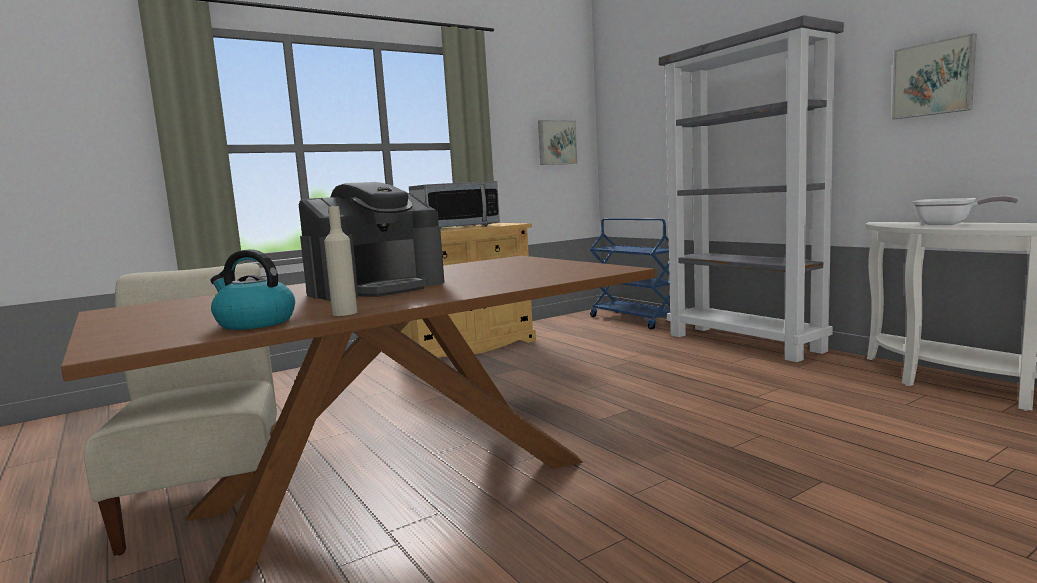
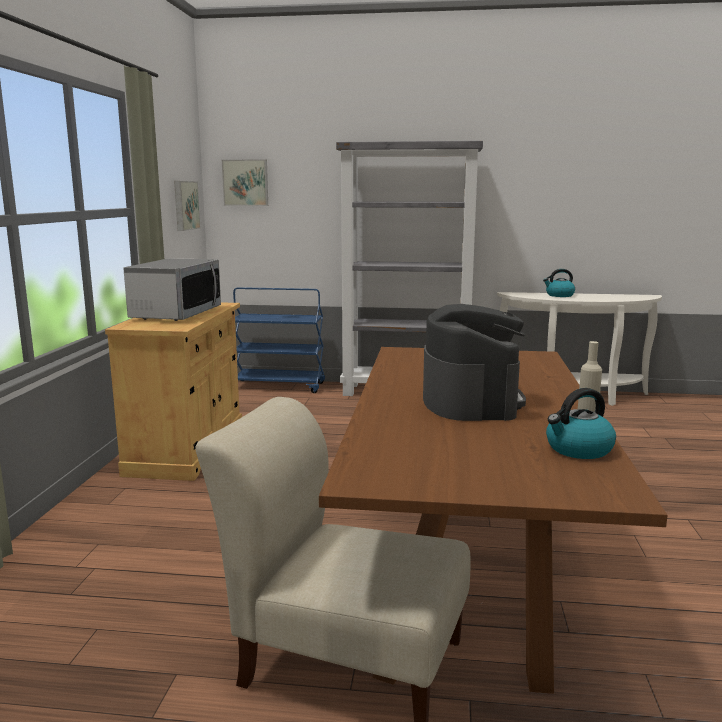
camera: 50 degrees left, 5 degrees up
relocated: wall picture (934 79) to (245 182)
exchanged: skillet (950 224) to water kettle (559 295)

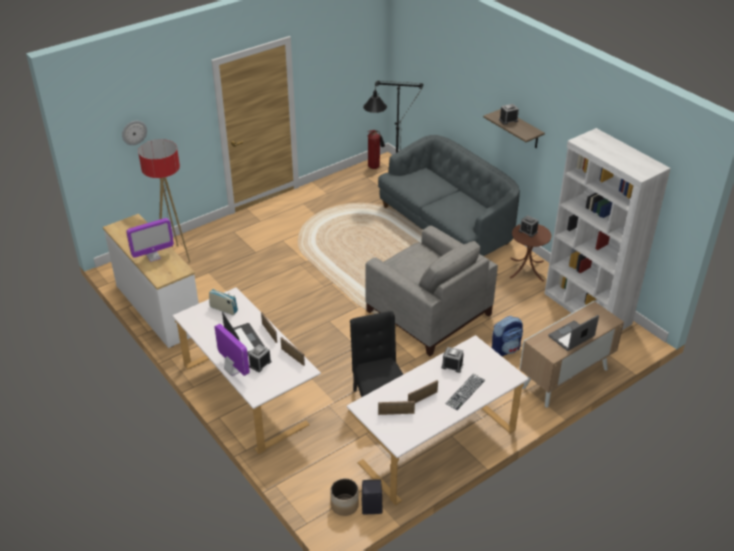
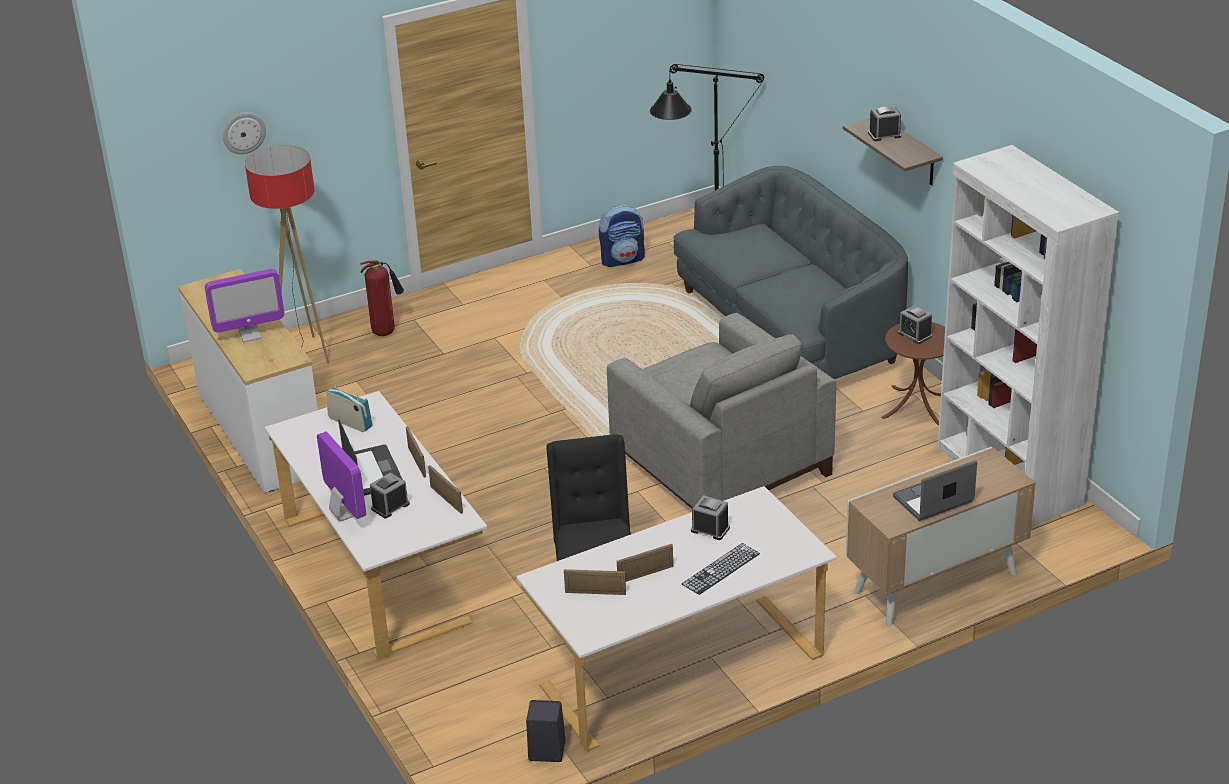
camera: 10 degrees right, 5 degrees down
missing: planter (344 505)
relocated: fire extinguisher (374 166) to (386 331); knapsack (505 349) to (622 260)

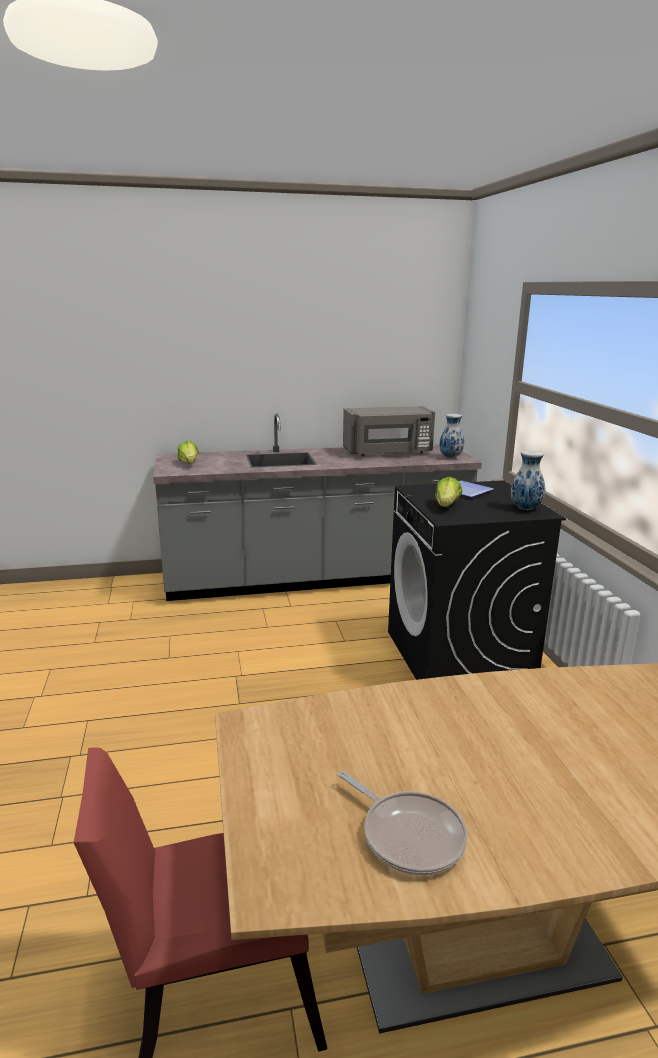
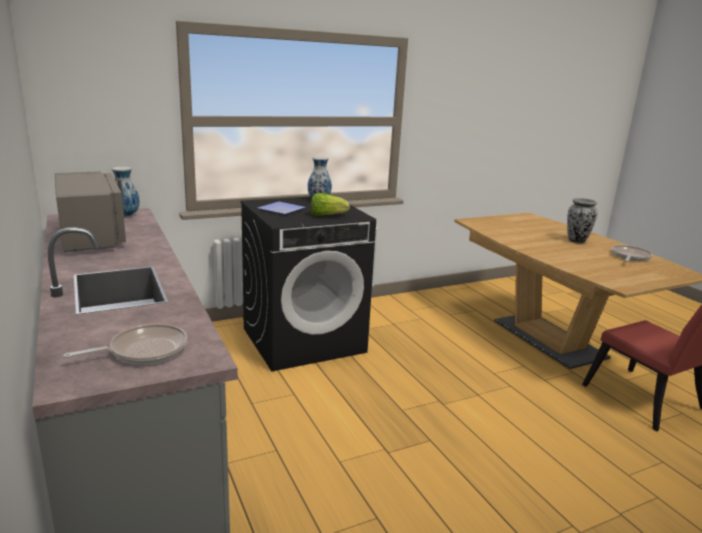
camera: 105 degrees left, 0 degrees up
appeared: vase (577 241)
exchanged: lettuce head (189 464) to skillet (144 351)

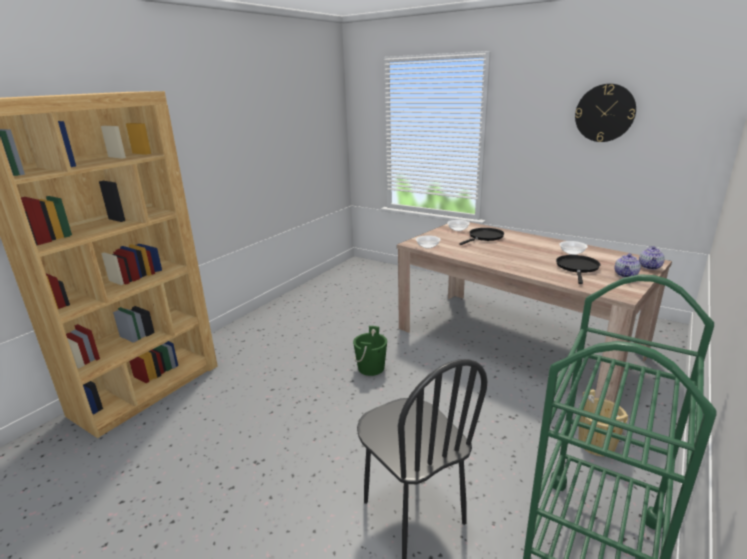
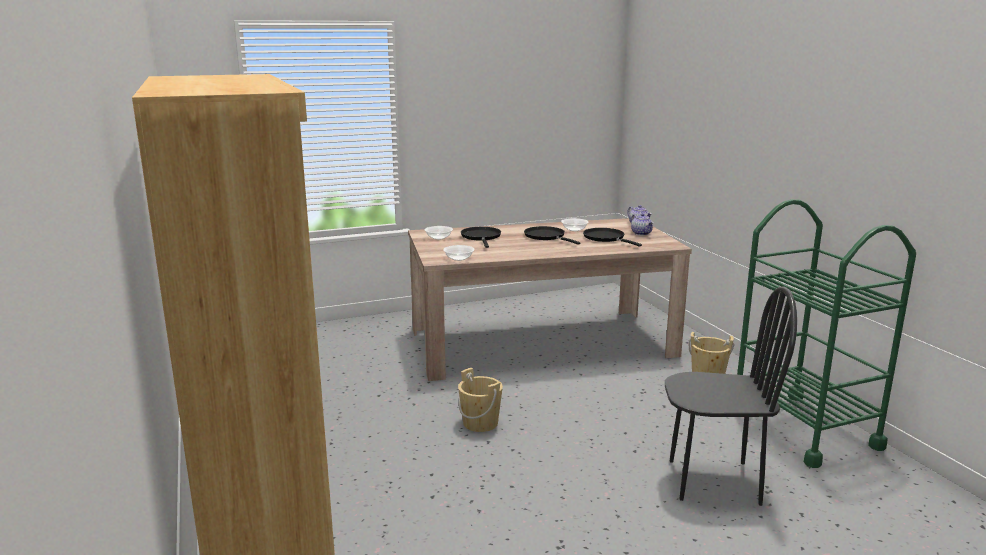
camera: 55 degrees left, 5 degrees down
missing: hanging clock (604 113)
appeared: black skillet (546 237)
colour: green-coloured water bucket (371 368) to beige water bucket (480 423)

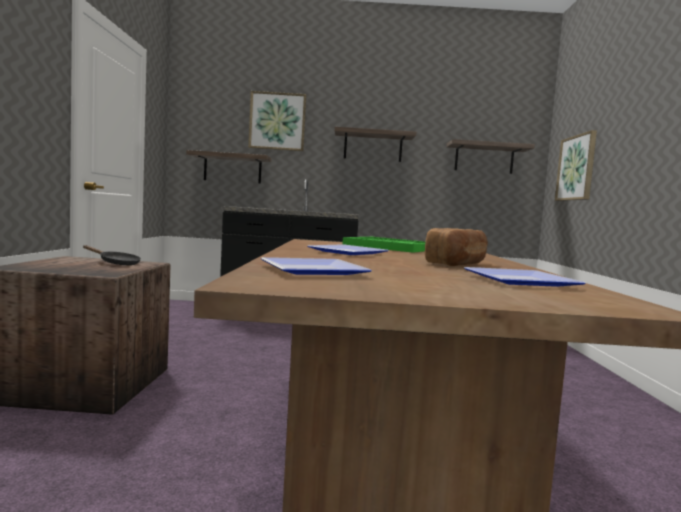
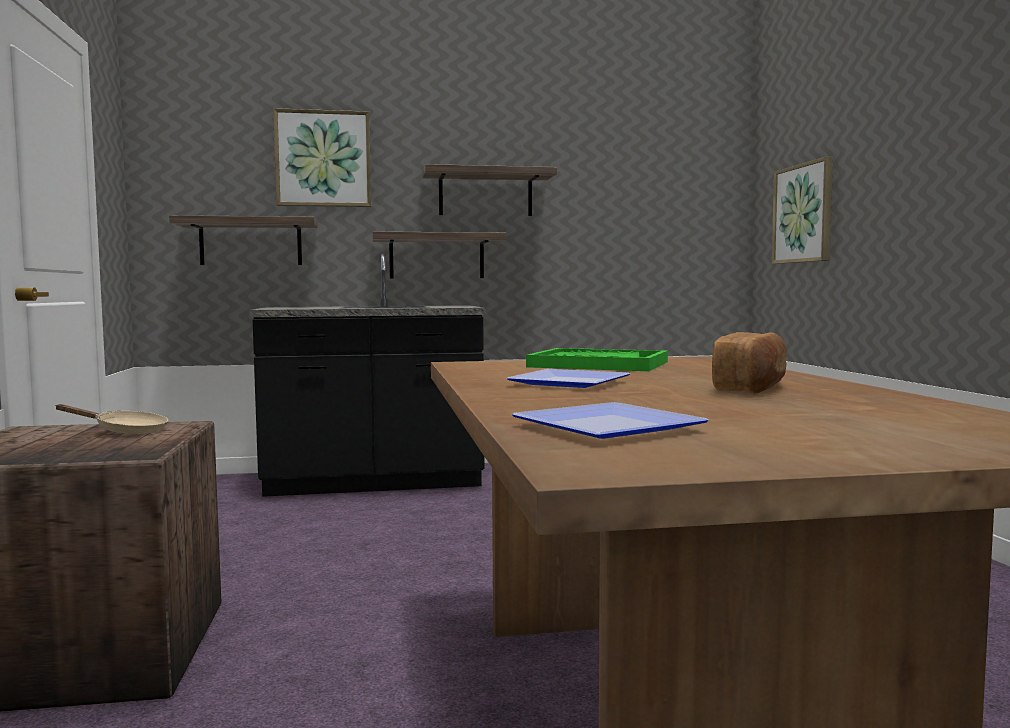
camera: 10 degrees left, 0 degrees up
missing: dinner plate (524 282)
relocated: wall shelf (484 158) to (436 256)
colour: black skillet (116 263) to beige skillet (125 431)

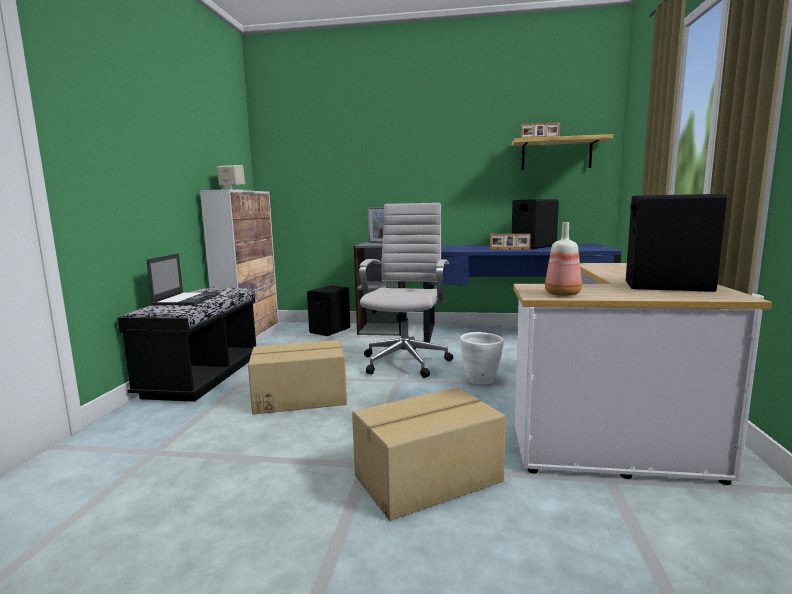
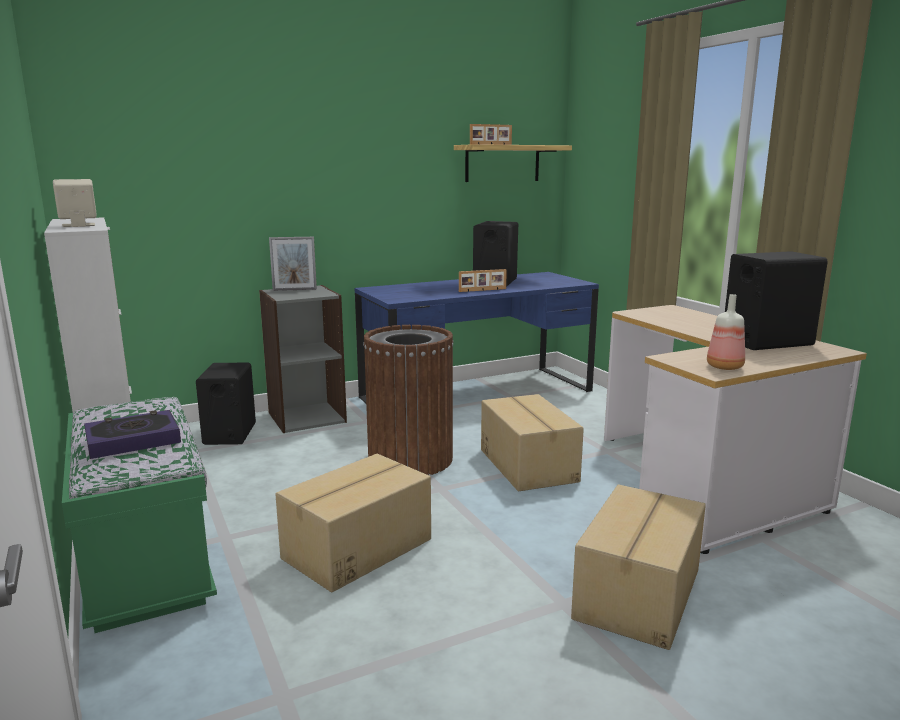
camera: 35 degrees left, 5 degrees up
exchanged: whitish computer chair (406 361) to brownish rubbish bin (410 459); notebook computer (187 299) to bound book (133 440); whitish planter (481 381) to packing box (529 465)
colour: black bench (202 377) to green-coloured bench (145 563)

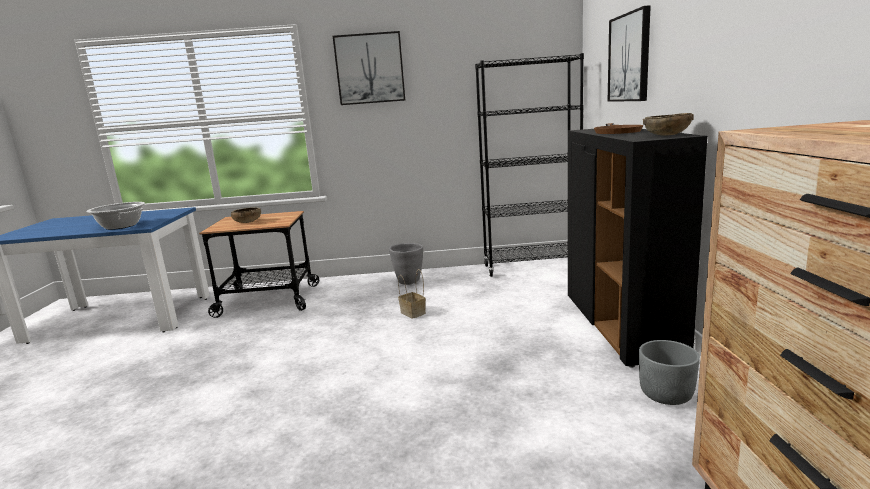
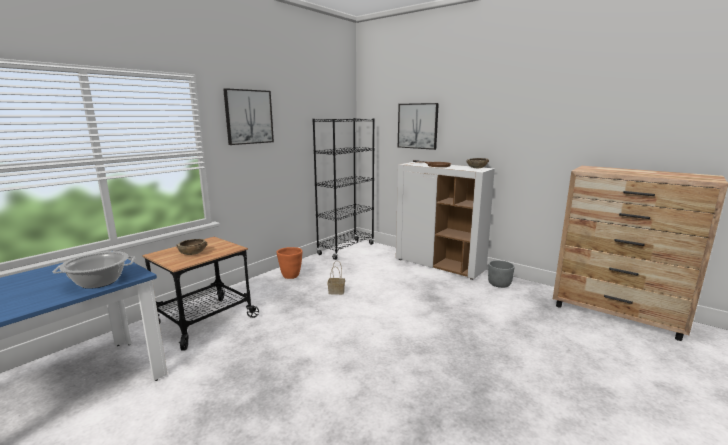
camera: 50 degrees left, 0 degrees up
colour: black cupboard (621 326) to whitish cupboard (440 265); gray planter (409 281) to orangey planter (290 276)

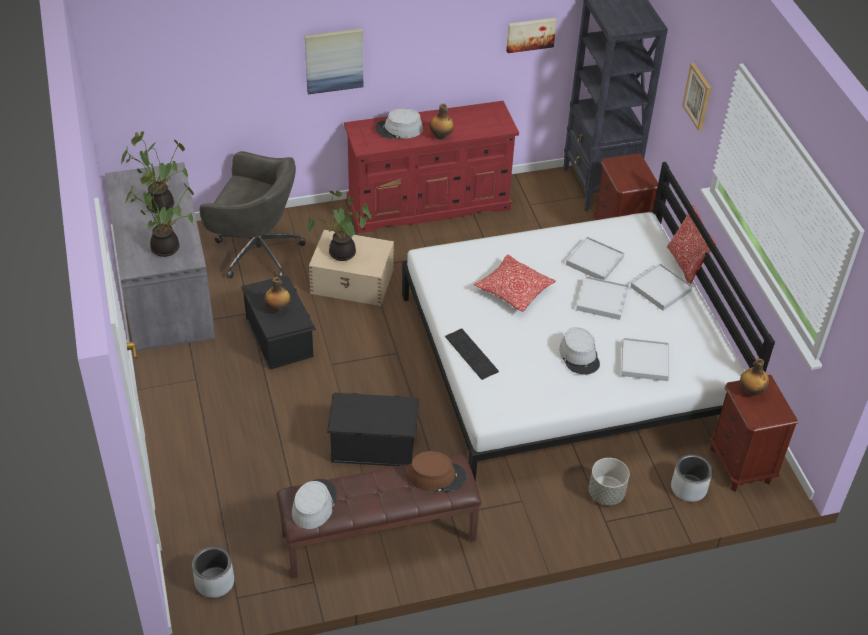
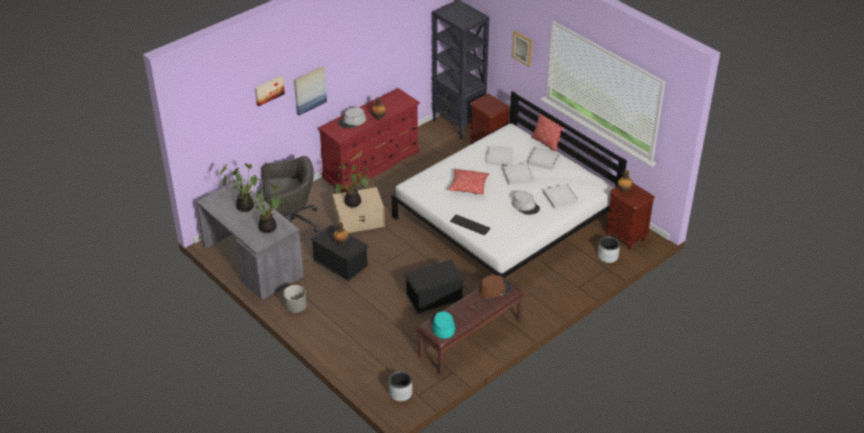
camera: 25 degrees left, 5 degrees down
relocated: wall picture (530 34) to (269 90); gray planter (606 494) to (295 307)
colour: gray clothing hat (314 504) to turquoise clothing hat (442 325)

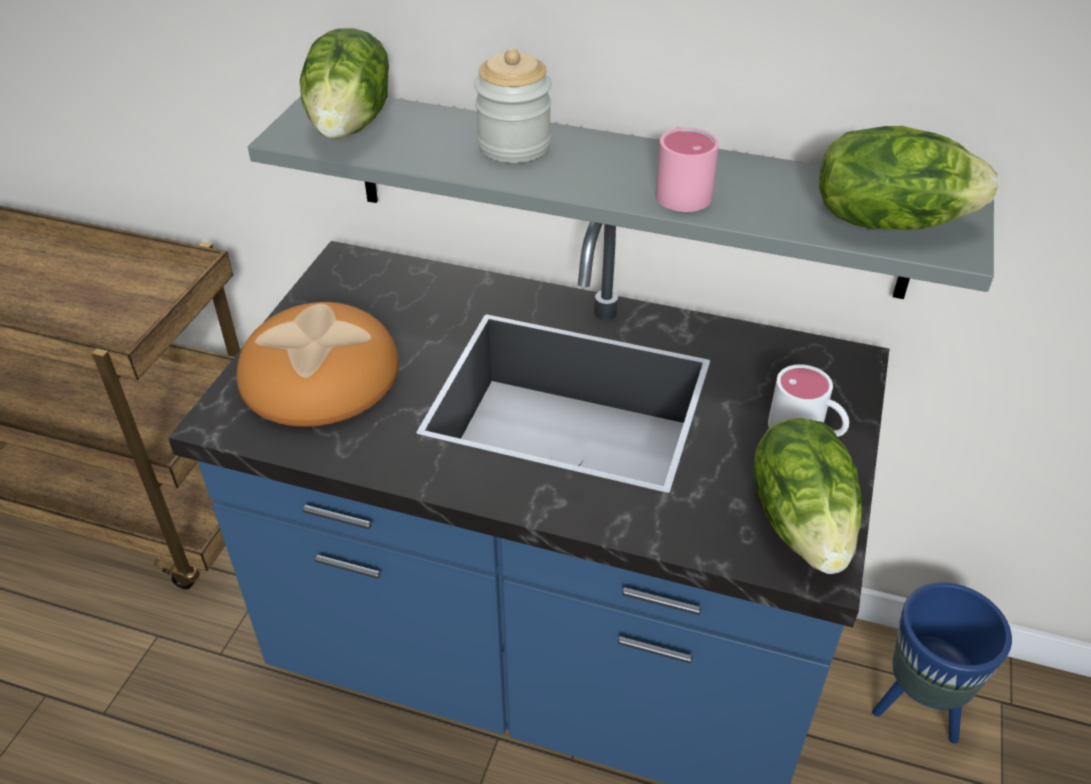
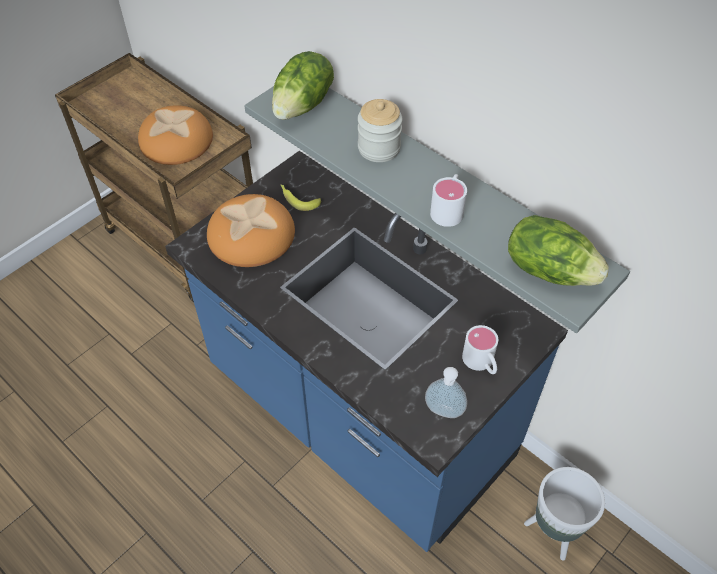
camera: 25 degrees right, 10 degrees up
appeared: bread (176 141); banana fruit (298 199)
exchanged: lettuce head (803 522) to soap bottle (443 413)
colour: pink-coloured tea mug (680 189) to whitish tea mug (448 208); blue-coloured planter (916 708) to whitish planter (552 531)

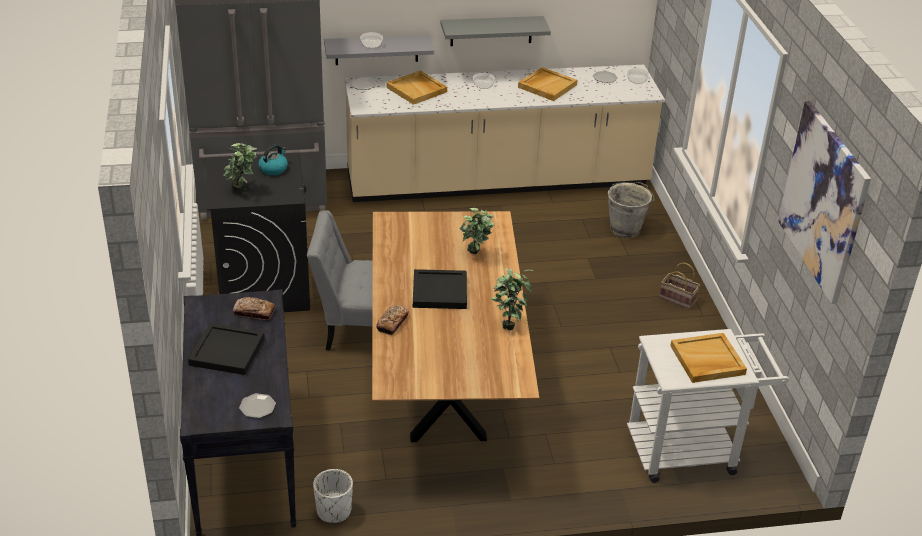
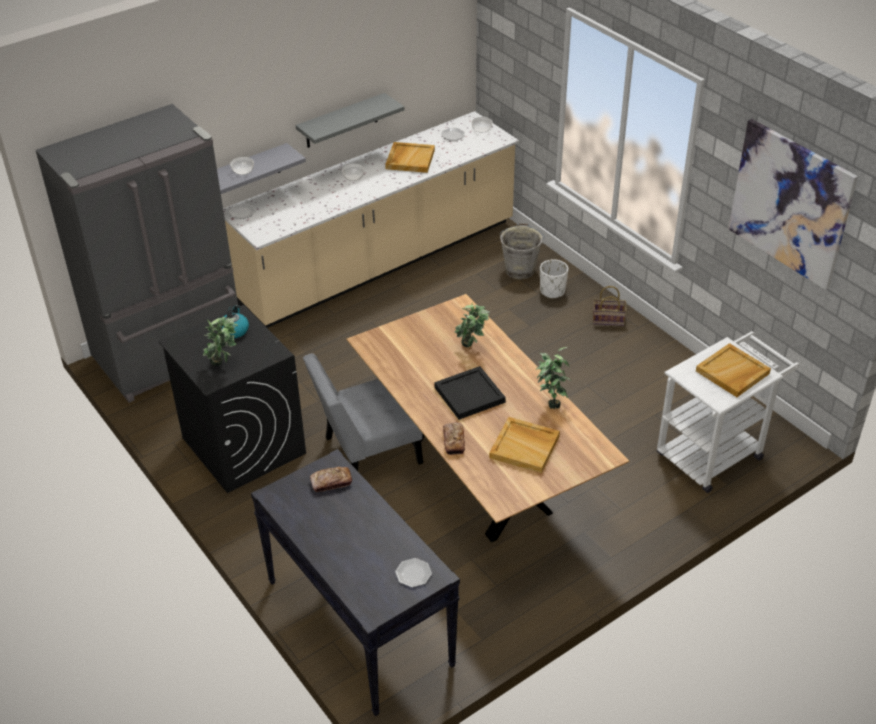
camera: 25 degrees left, 5 degrees up
missing: black tray (228 351)
relocated: beige tray (417 90) to (525 446); whitish planter (334 511) to (552 291)

